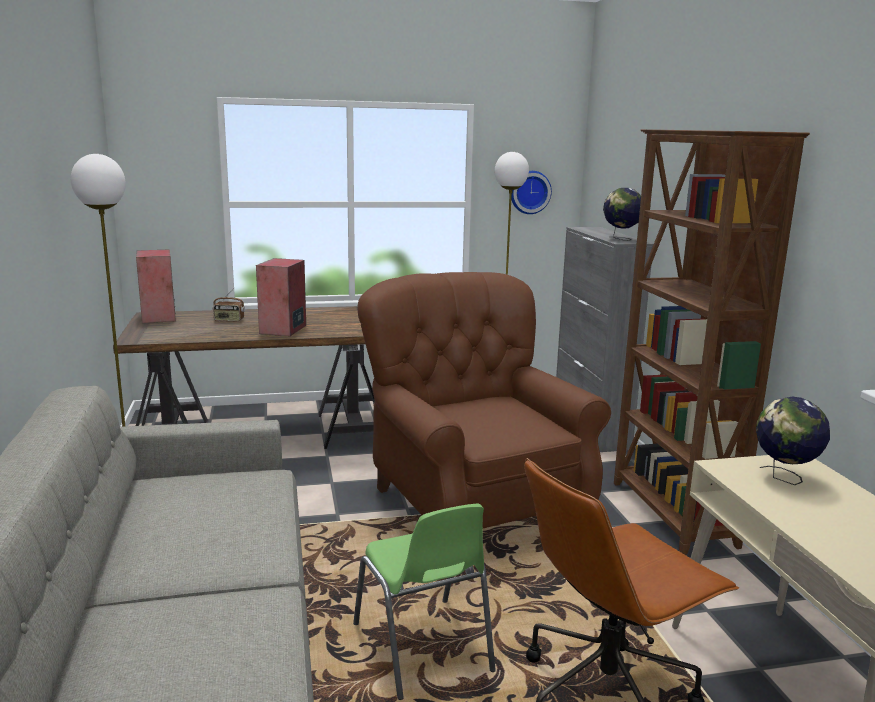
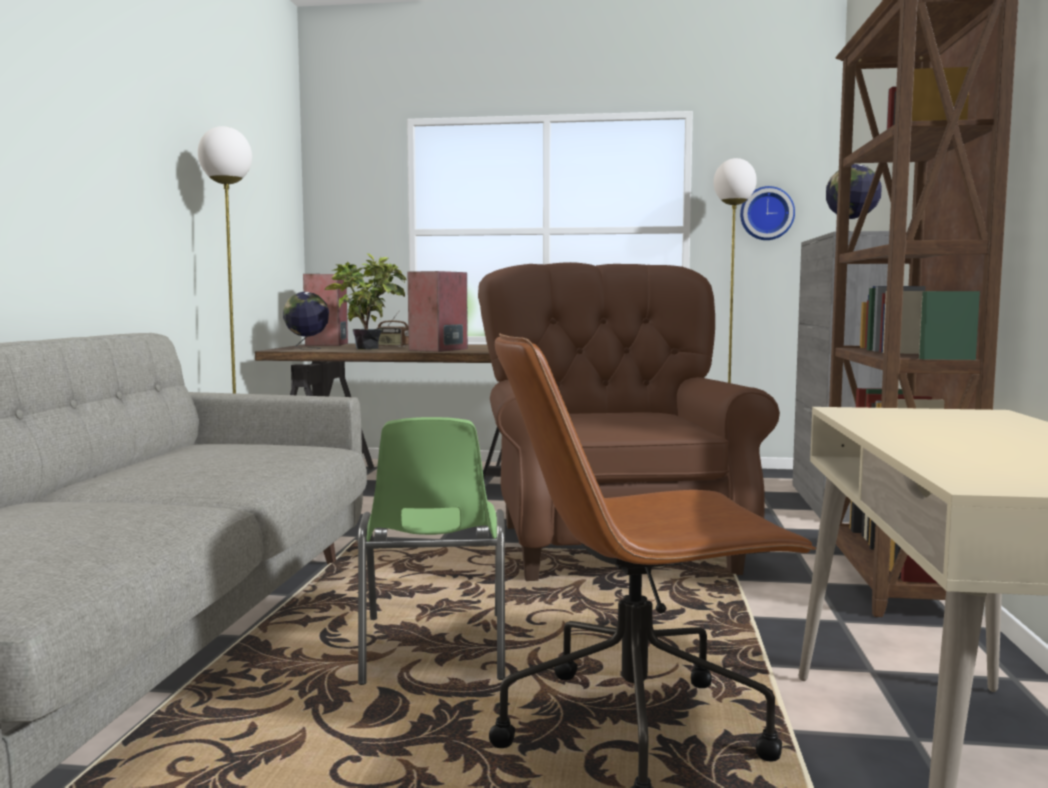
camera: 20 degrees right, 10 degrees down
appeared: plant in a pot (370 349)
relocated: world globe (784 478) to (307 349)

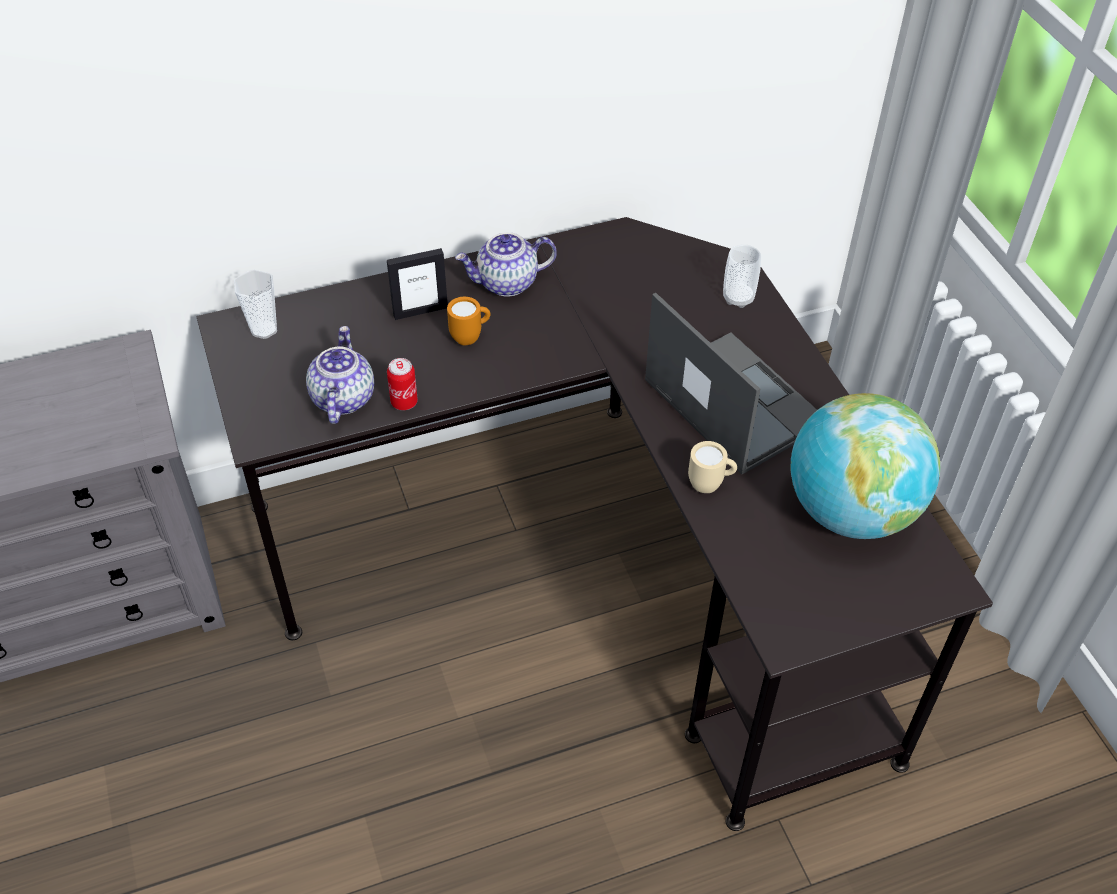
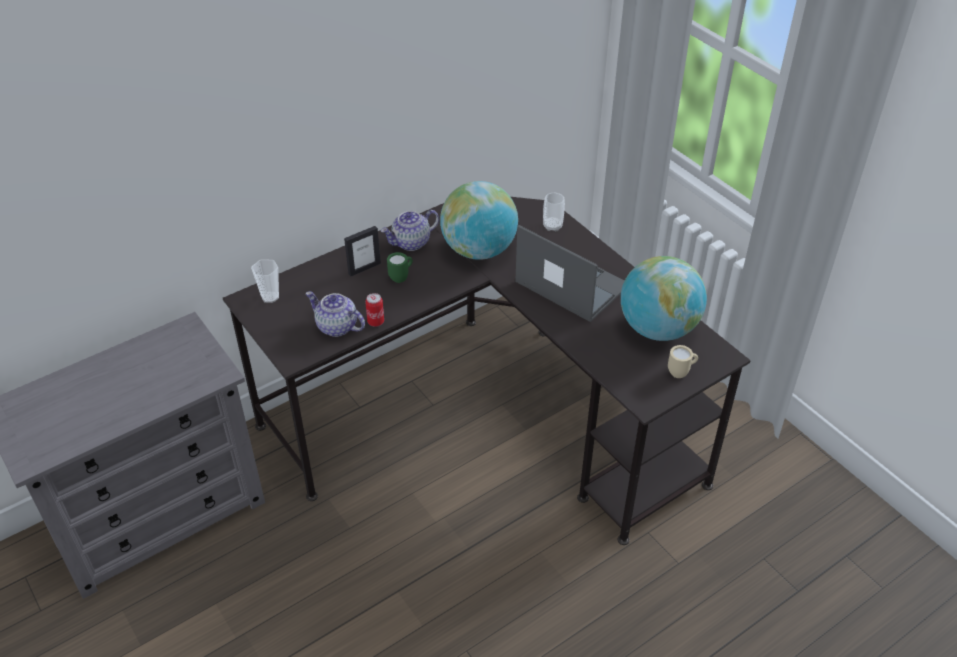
camera: 15 degrees left, 5 degrees down
appeared: world globe (479 250)
relocated: beige tea mug (710 484) to (681 372)
colour: orangey tea mug (470 337) to green-coloured tea mug (401 277)
spun: pot for tea (342 398) = (336 327) 45 degrees counterclockwise

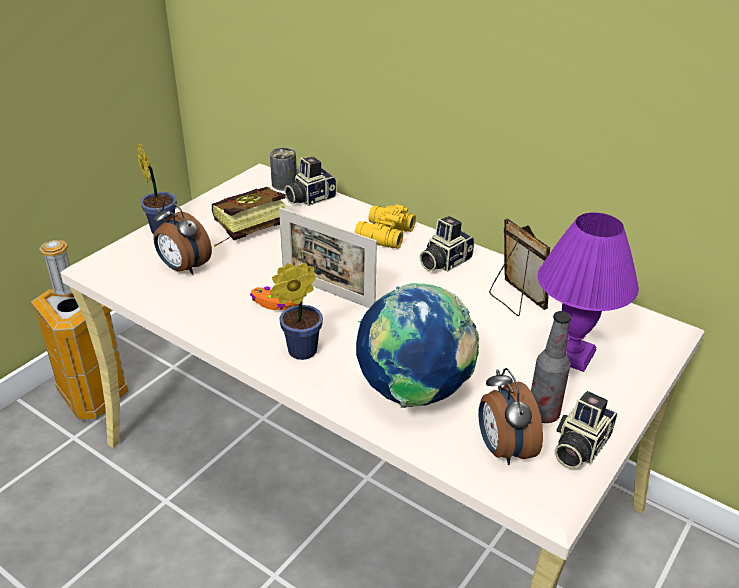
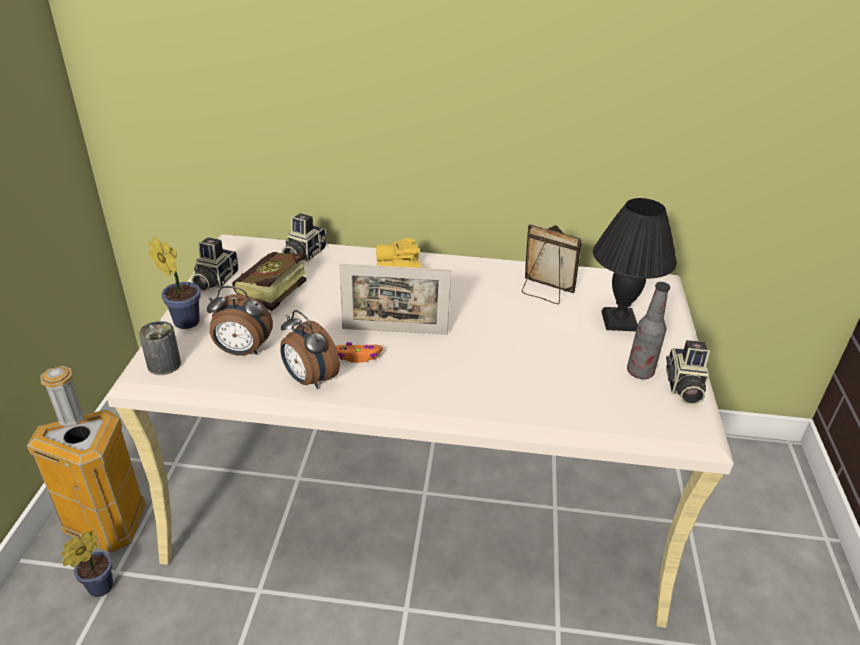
camera: 30 degrees left, 0 degrees up
missing: world globe (414 393)
relocated: metal can (284 184) to (164 364); photo camera (443 261) to (214 280); plant in a pot (298 351) to (97 589); alarm clock (503 449) to (309 379)
colour: purple-coloured lamp for a table (571 354) to black lamp for a table (618 320)

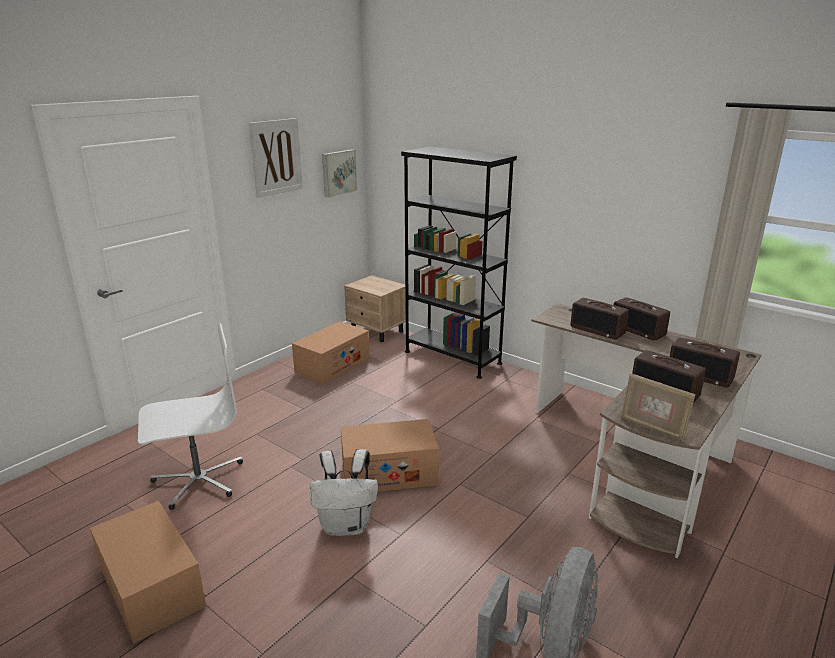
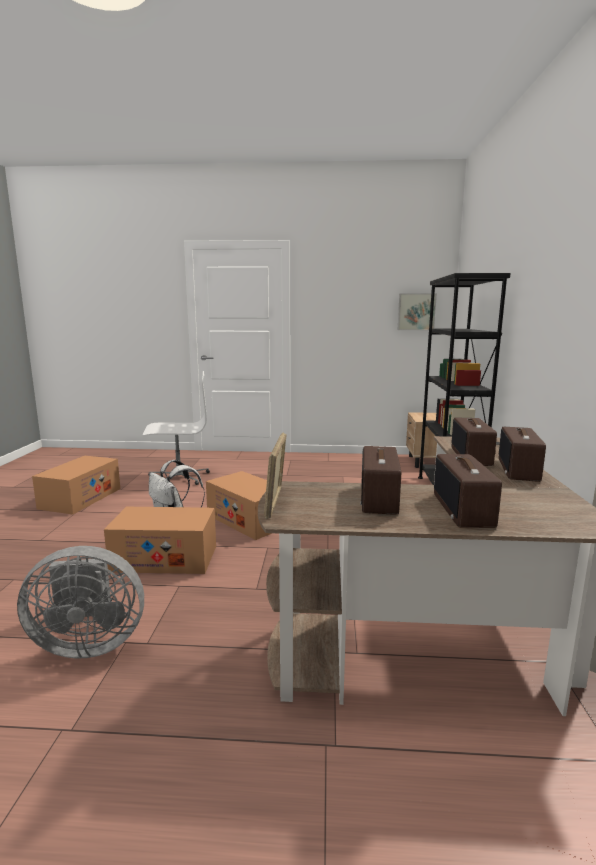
camera: 55 degrees right, 10 degrees down
missing: wall picture (276 157)
relocated: packing box (332 365) to (165 558)
spun: whitish computer chair (198 480) = (178 477) 45 degrees counterclockwise

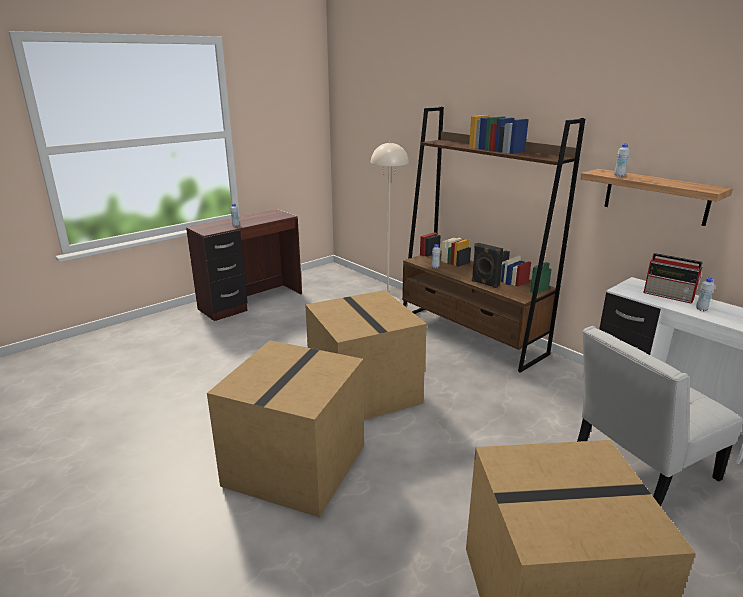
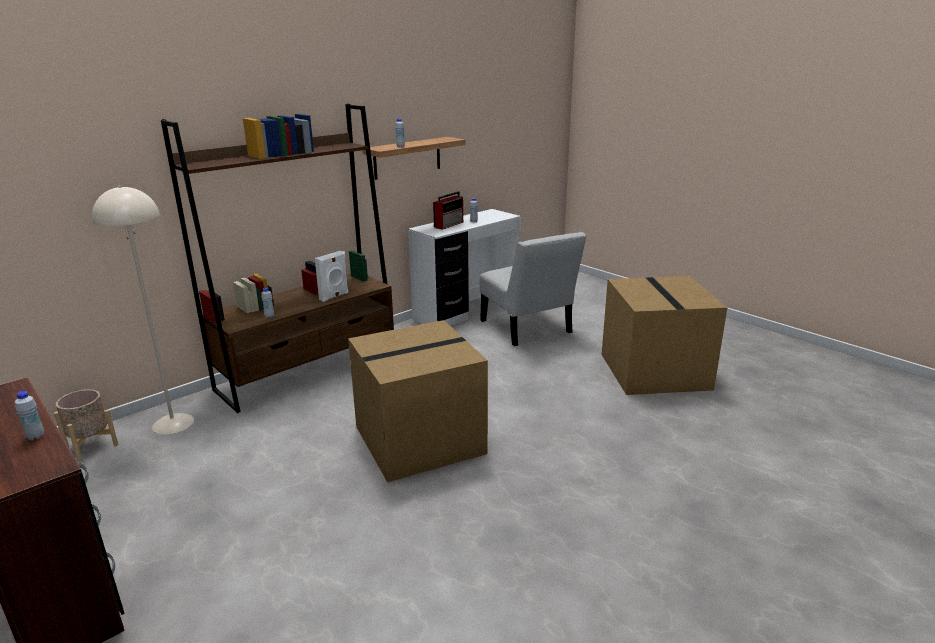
camera: 90 degrees left, 0 degrees up
missing: packing box (296 466)
appeared: beige planter (92 446)
colour: black audio speaker (484 283) to whitish audio speaker (334 296)

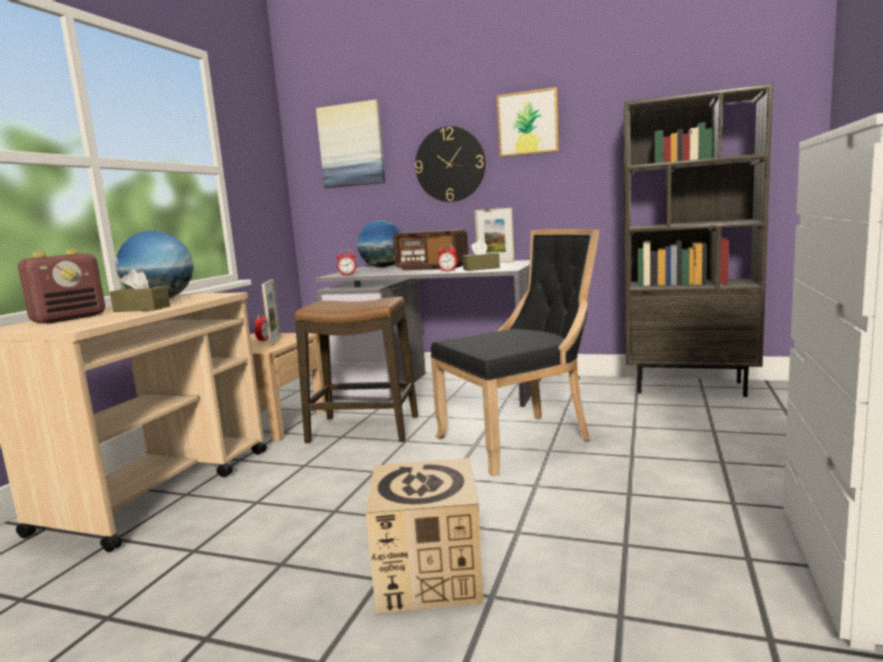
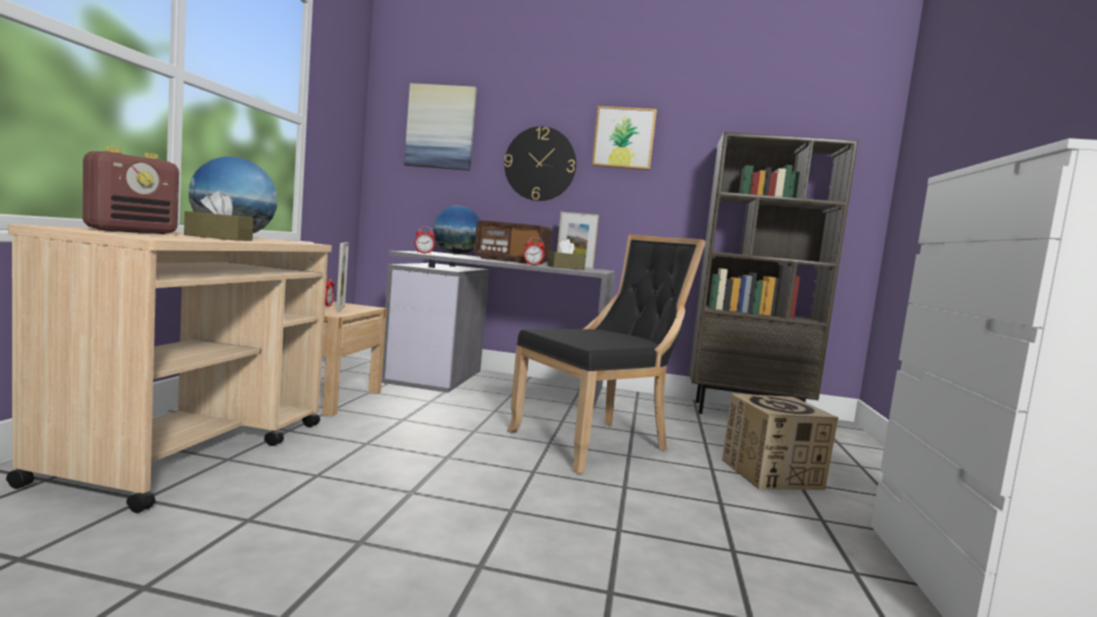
camera: 10 degrees left, 5 degrees down
missing: sitting stool (363 430)
relocated: packing box (429 576) to (772 474)

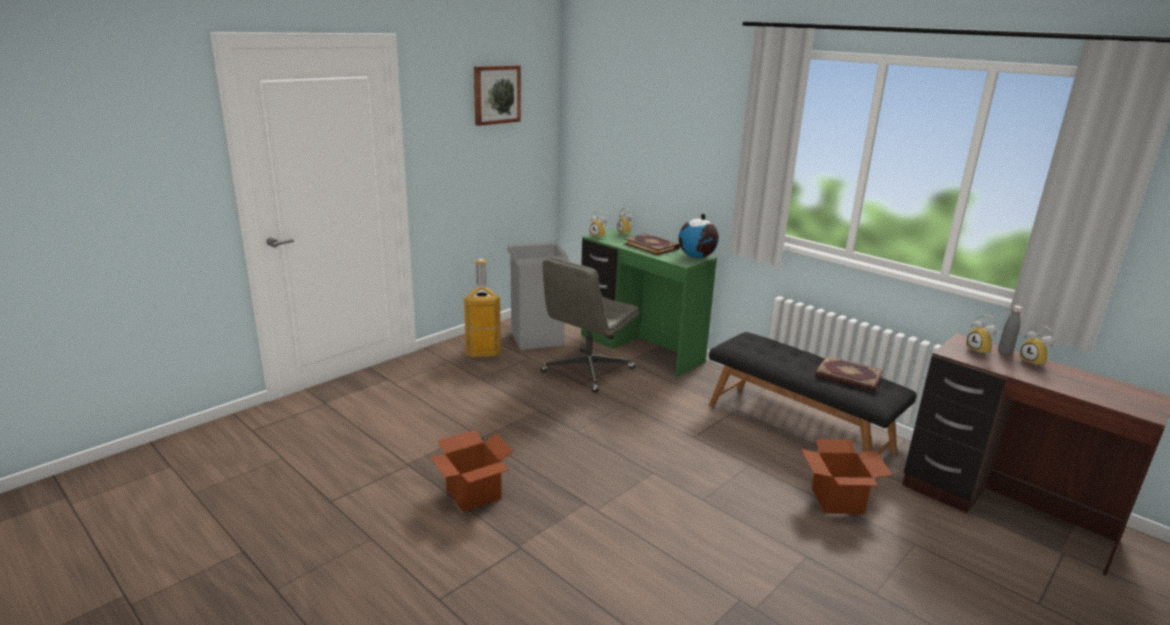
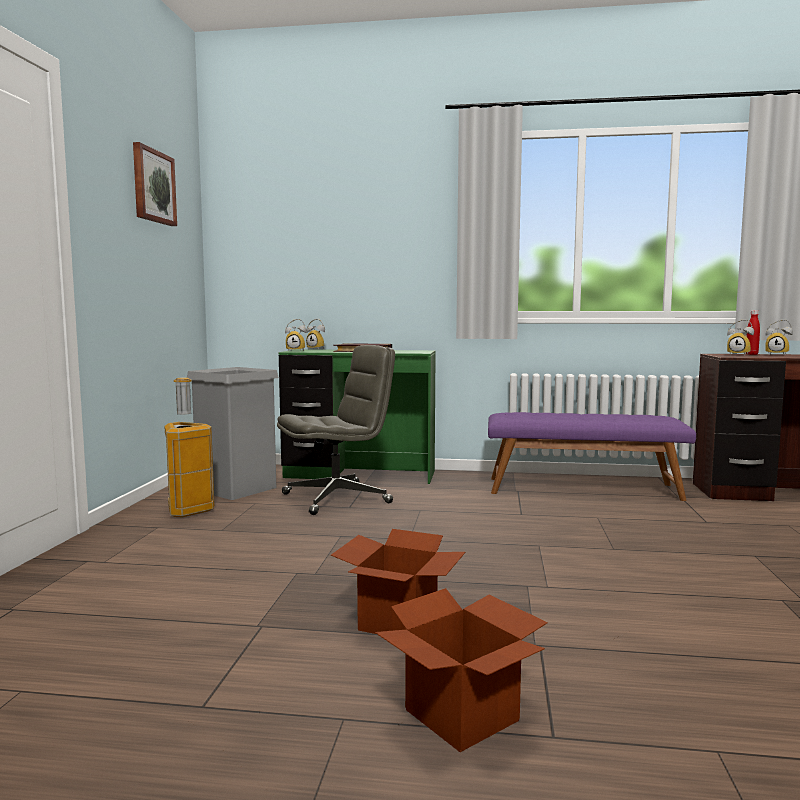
camera: 35 degrees left, 15 degrees down
missing: world globe (697 257); bound book (848 376)
relocated: packing box (837 500) to (461 715)
colour: gray beverage bottle (1004 353) to red beverage bottle (751 354); black bench (798 427) to purple-coloured bench (582 488)
spun: gray computer chair (587 371) = (337 498) 120 degrees counterclockwise

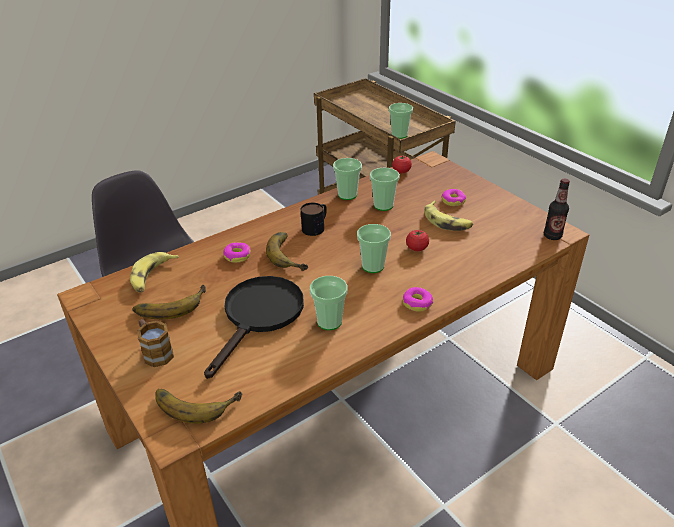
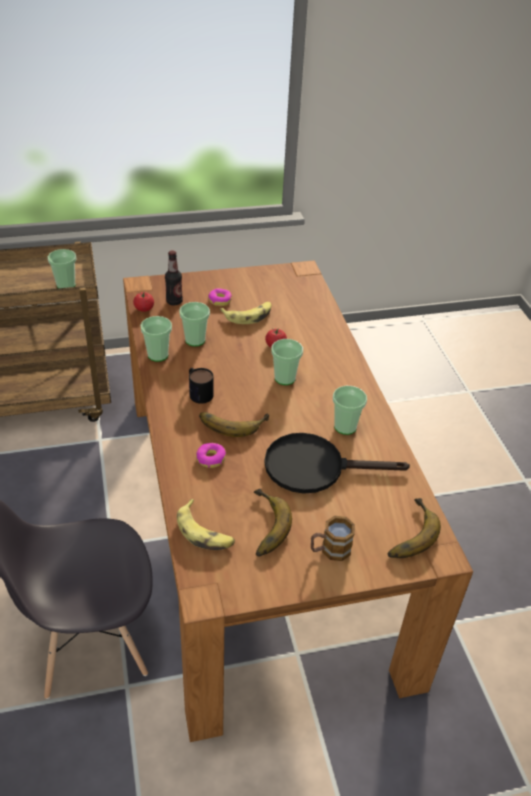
camera: 70 degrees left, 5 degrees up
missing: ring doughnut (417 303)
relocated: beverage bottle (552 236) to (174 301)
spun: black skillet (259 316) = (315 467) 45 degrees counterclockwise

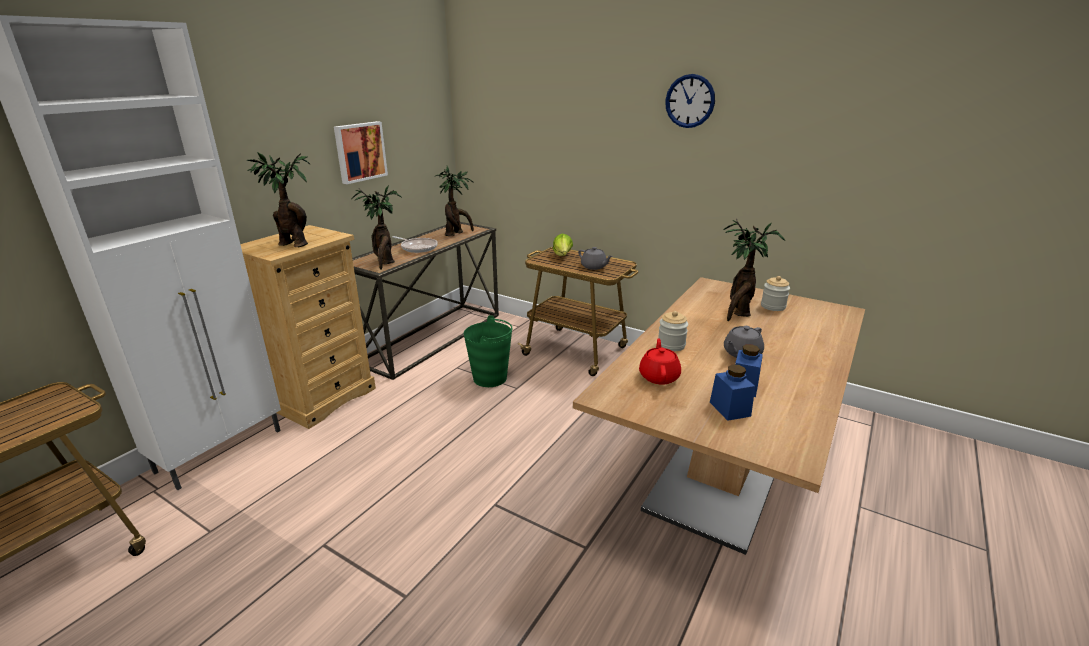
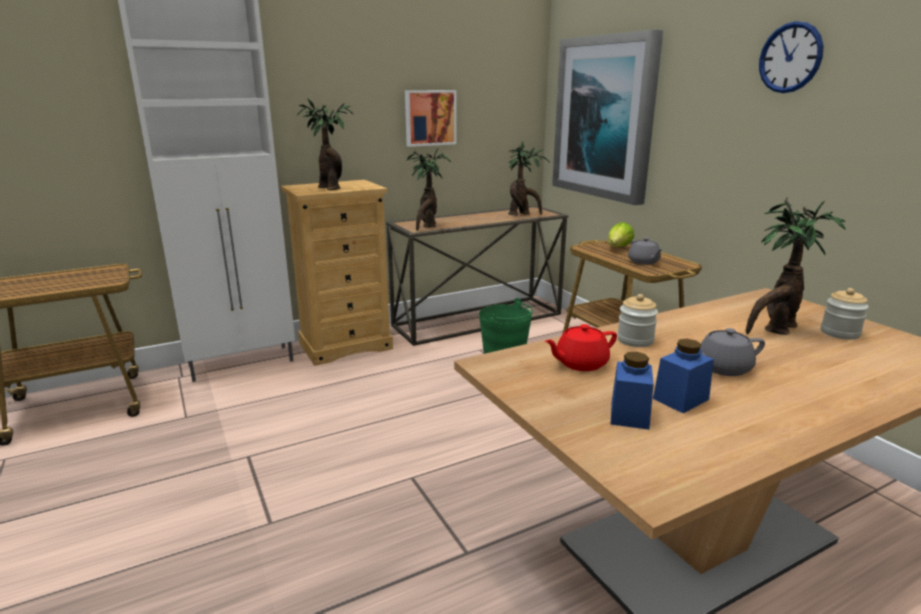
camera: 30 degrees right, 5 degrees down
missing: skillet (417 247)
appeared: wall picture (604 118)
spun: red pot for tea (659 376) = (580 363) 150 degrees counterclockwise

